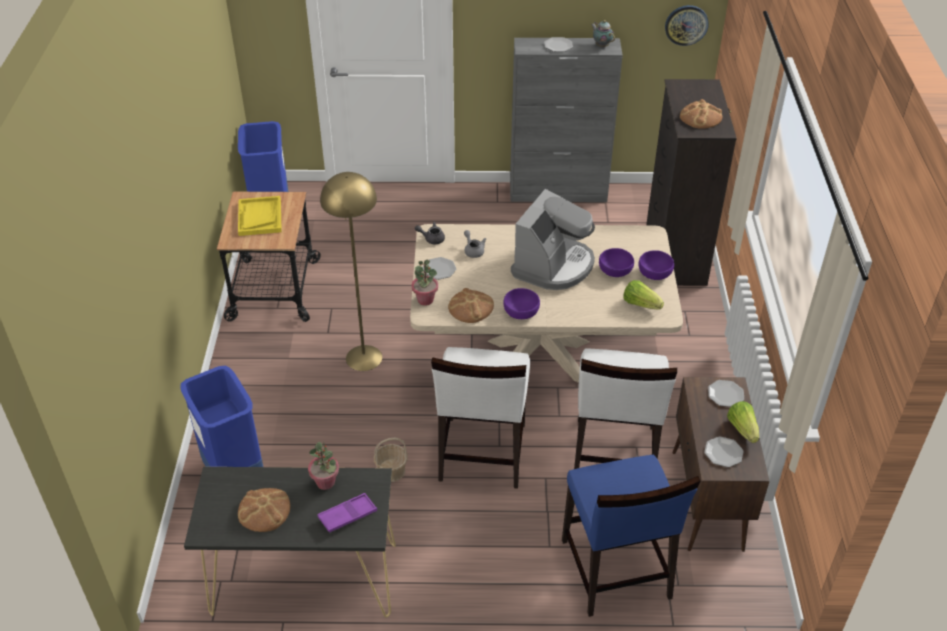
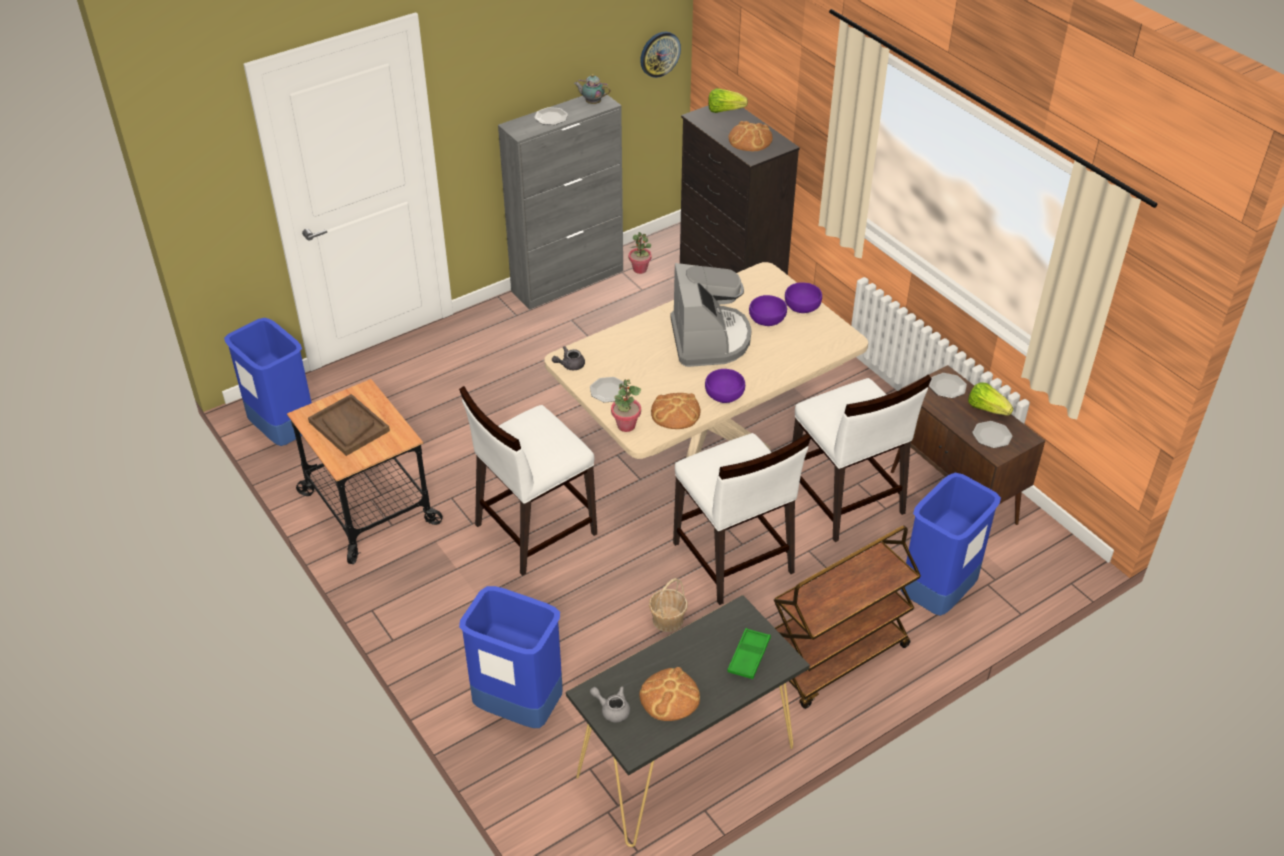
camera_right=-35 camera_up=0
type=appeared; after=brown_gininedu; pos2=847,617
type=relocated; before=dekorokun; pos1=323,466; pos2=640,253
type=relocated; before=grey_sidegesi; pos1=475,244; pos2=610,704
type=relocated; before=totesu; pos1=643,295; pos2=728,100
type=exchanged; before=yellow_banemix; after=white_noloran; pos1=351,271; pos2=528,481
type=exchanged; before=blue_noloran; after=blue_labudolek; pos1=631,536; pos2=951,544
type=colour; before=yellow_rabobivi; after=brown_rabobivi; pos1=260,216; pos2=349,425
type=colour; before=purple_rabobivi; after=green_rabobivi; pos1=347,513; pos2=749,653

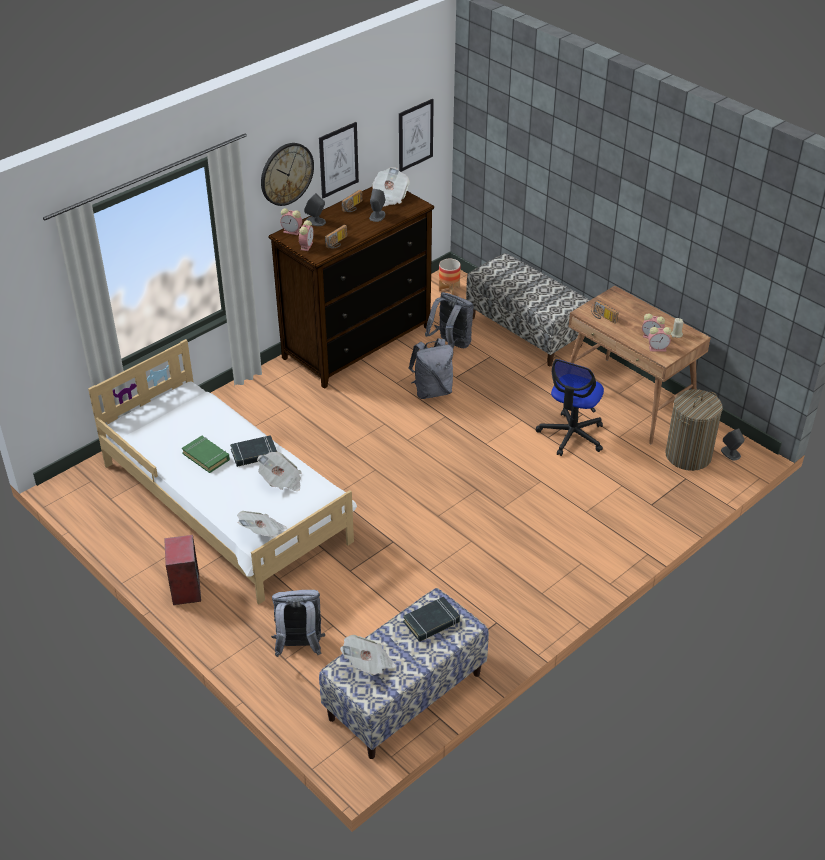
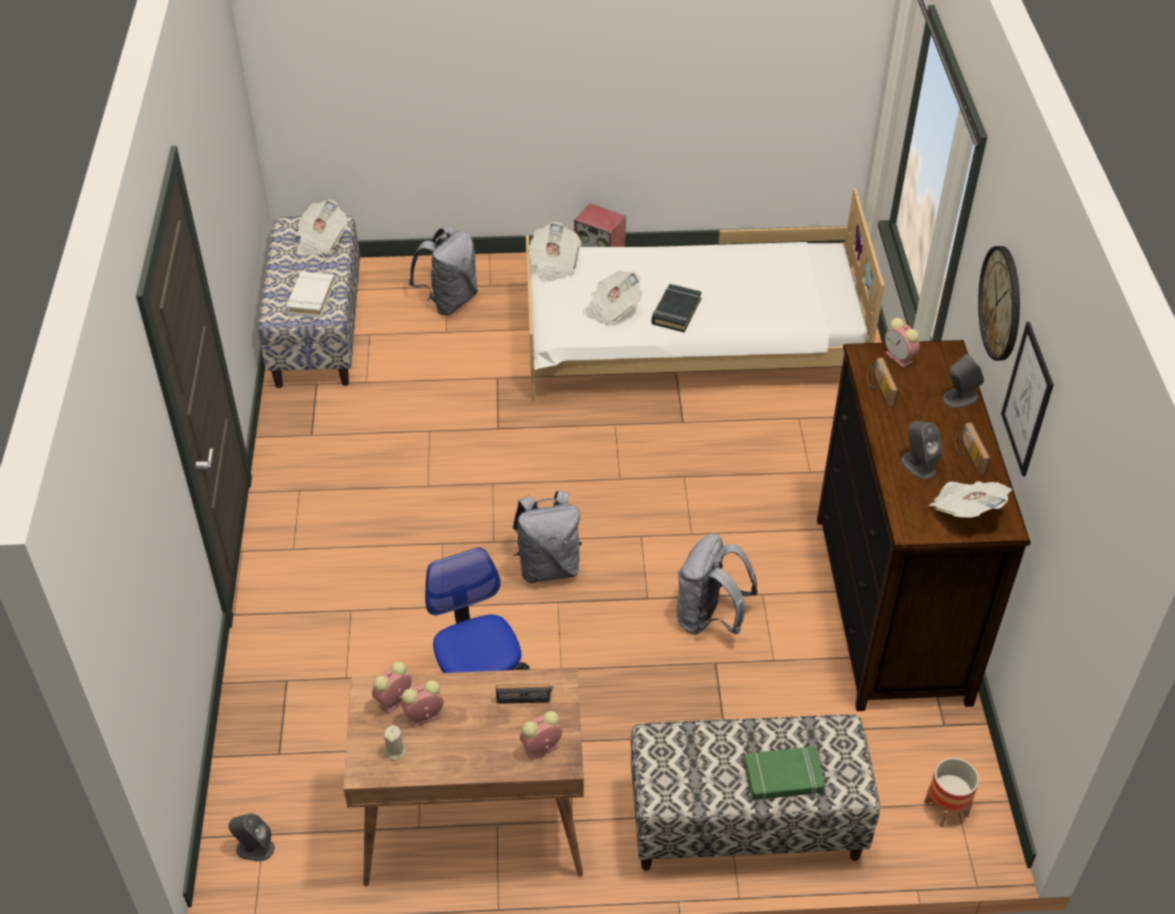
camera_right=130 camera_up=5
type=missing; before=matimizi; pos1=416,135
type=missing; before=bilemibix; pos1=694,430
type=relocated; before=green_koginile; pos1=206,454; pos2=784,773
type=relocated; before=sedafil; pos1=291,221; pos2=541,736
type=relocated; before=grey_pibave; pos1=449,320; pos2=547,536
type=colour; before=black_koginile; after=white_koginile; pos1=431,619; pos2=310,294

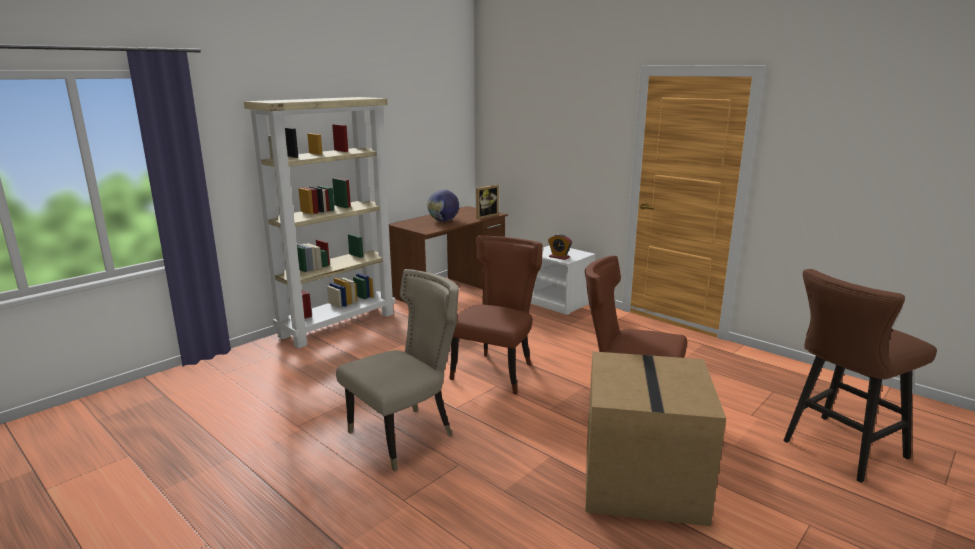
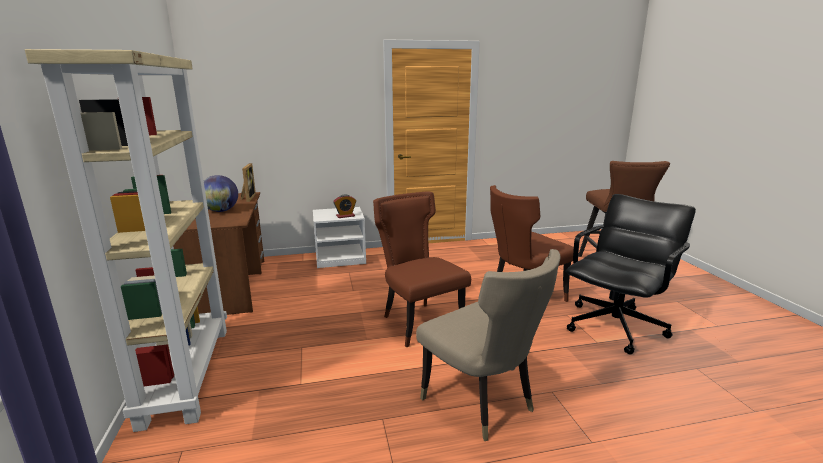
camera_right=-55 camera_up=0
type=exchanged; before=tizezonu; after=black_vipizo; pos1=655,438; pos2=631,274
type=spun; before=beige_noloran; pos1=397,370; pos2=488,345; turn=150

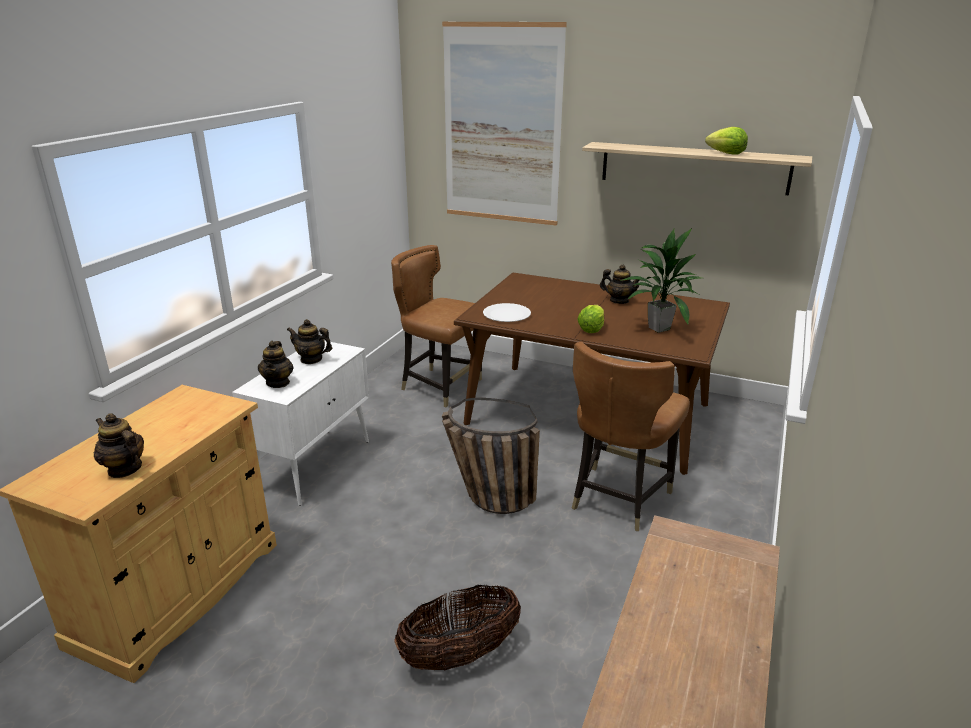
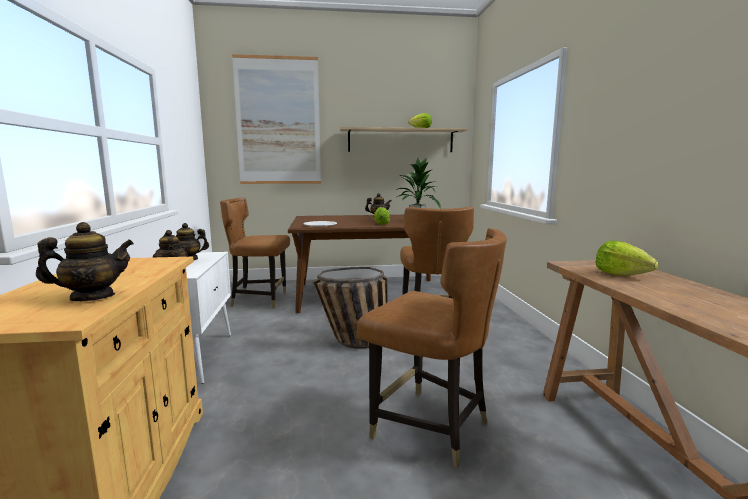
camera_right=-30 camera_up=-15
type=appeared; after=totesu; pos2=626,258
type=exchanged; before=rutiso; after=brown_noloran; pos1=457,627; pos2=432,348
type=spun; before=sidegesi; pos1=119,445; pos2=85,261; turn=150

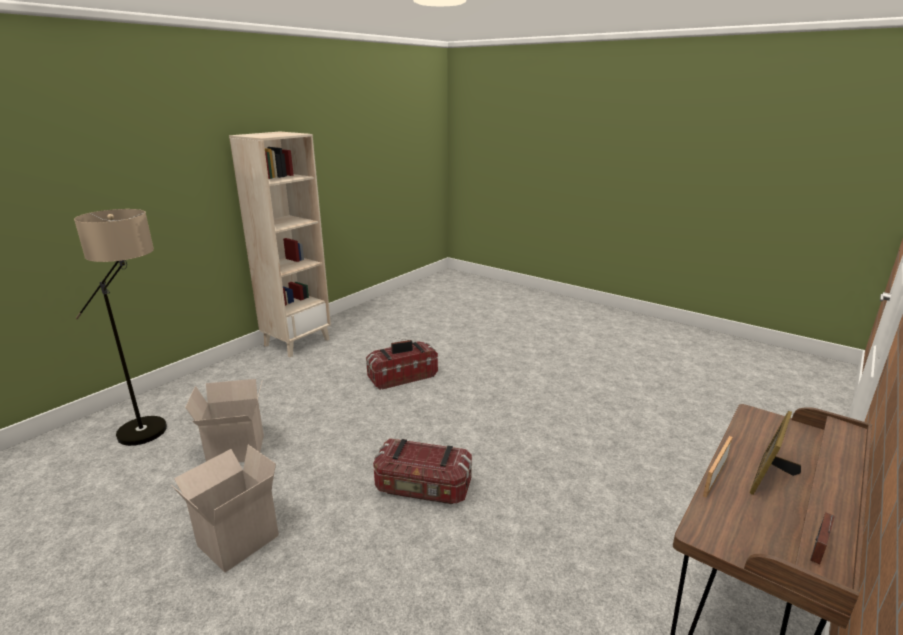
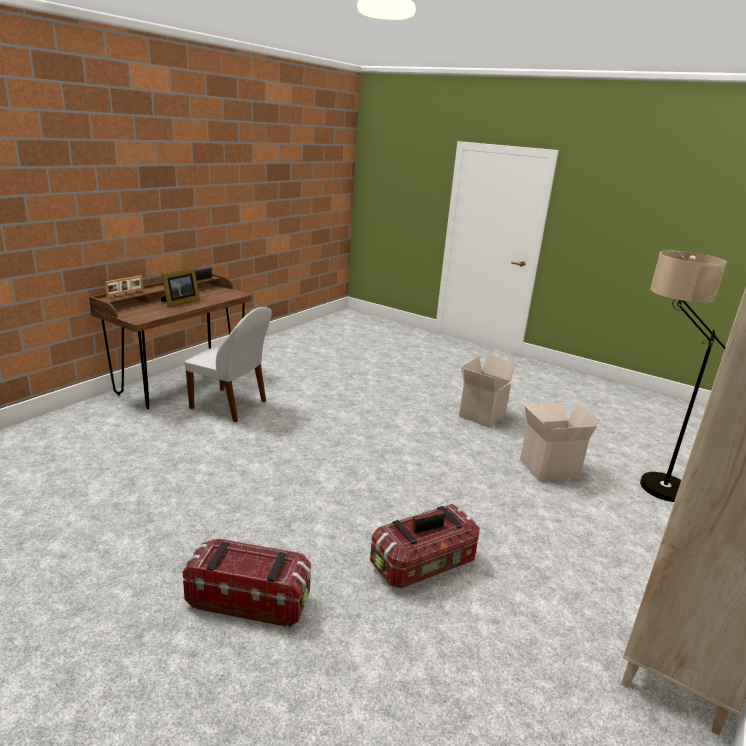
camera_right=175 camera_up=0
type=appeared; after=white_noloran; pos2=228,364
type=relocated; before=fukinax; pos1=422,471; pos2=247,583
type=relocated; before=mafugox; pos1=718,467; pos2=124,286

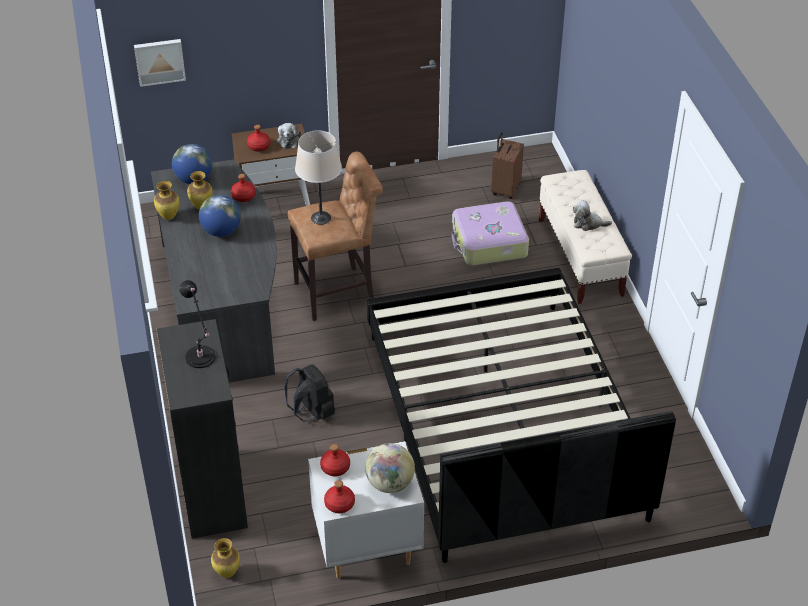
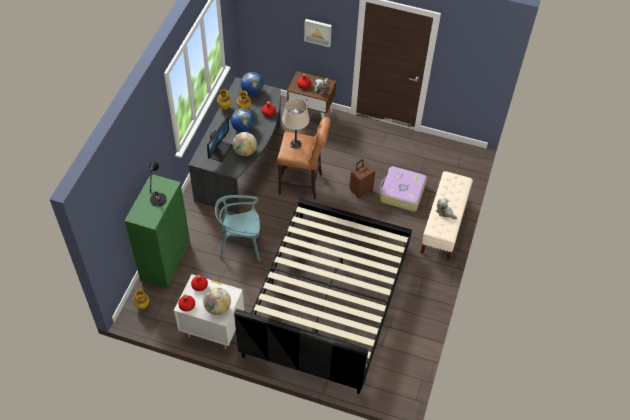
camera_right=30 camera_up=10
type=appeared; after=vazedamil; pos2=220,139
type=appeared; after=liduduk; pos2=245,144
type=relocated; before=matimizi; pos1=160,63; pos2=318,33
type=relocated; before=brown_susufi; pos1=507,165; pos2=362,178
type=exchanged; before=black_pibave; after=turquoise_noloran; pos1=309,393; pos2=237,228
type=colour; before=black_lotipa; after=green_lotipa; pos1=202,429; pos2=157,231

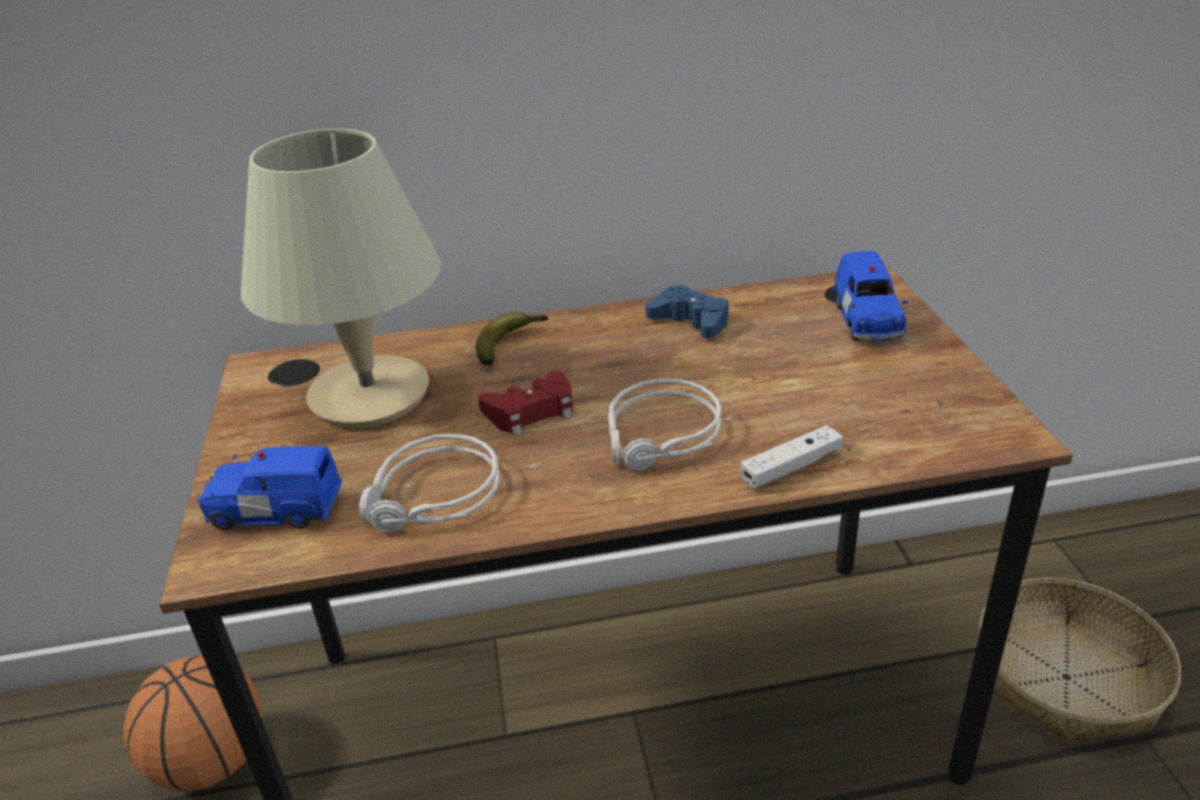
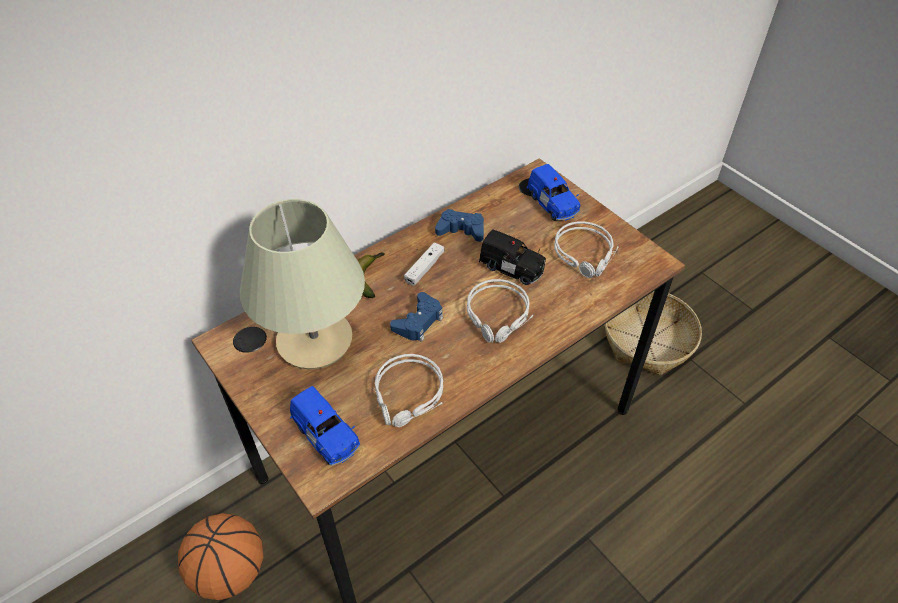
camera_right=-30 camera_up=15
type=appeared; after=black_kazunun; pos2=512,257
type=appeared; after=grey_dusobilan; pos2=586,249
type=relocated; before=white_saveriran; pos1=792,457; pos2=424,264
type=colour; before=red_saveriran; after=blue_saveriran; pos1=525,403; pos2=416,317
type=spun; before=blue_kazunun; pos1=270,488; pos2=325,426; turn=-105

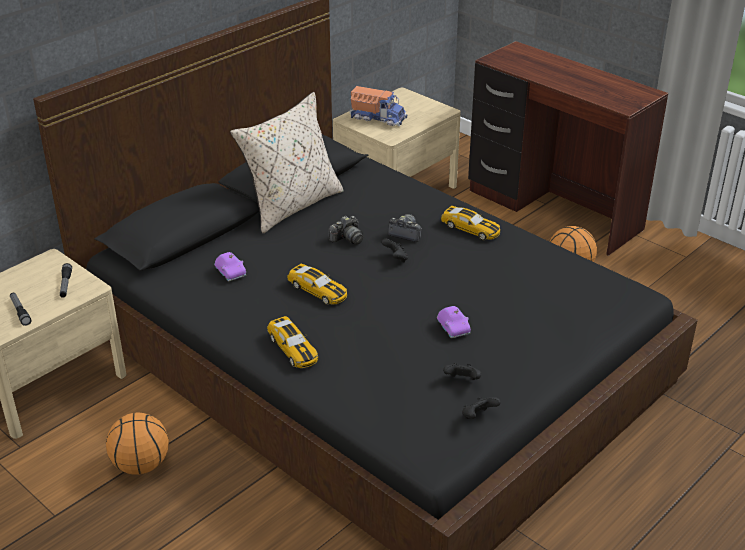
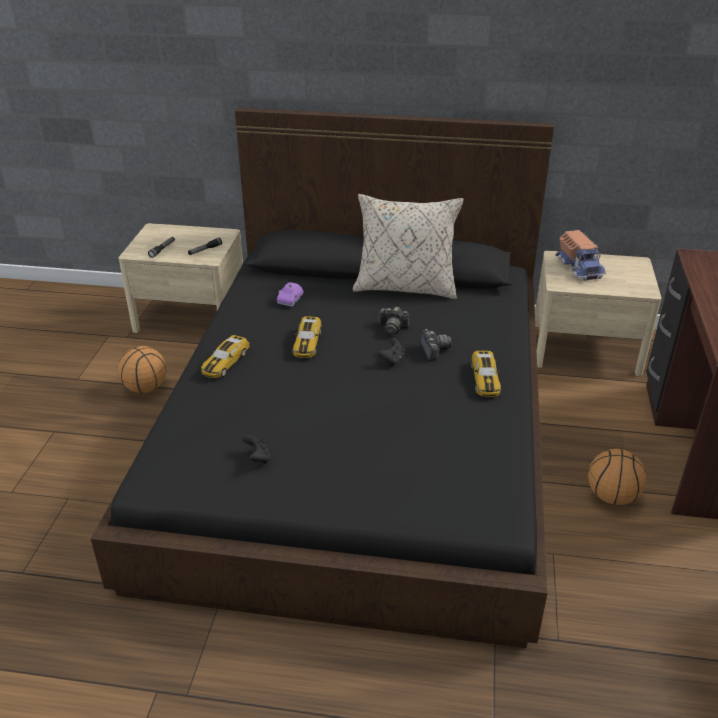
camera_right=55 camera_up=0
type=missing; before=purple_kazunun; pos1=454,322
type=missing; before=black_saveriran; pos1=481,408

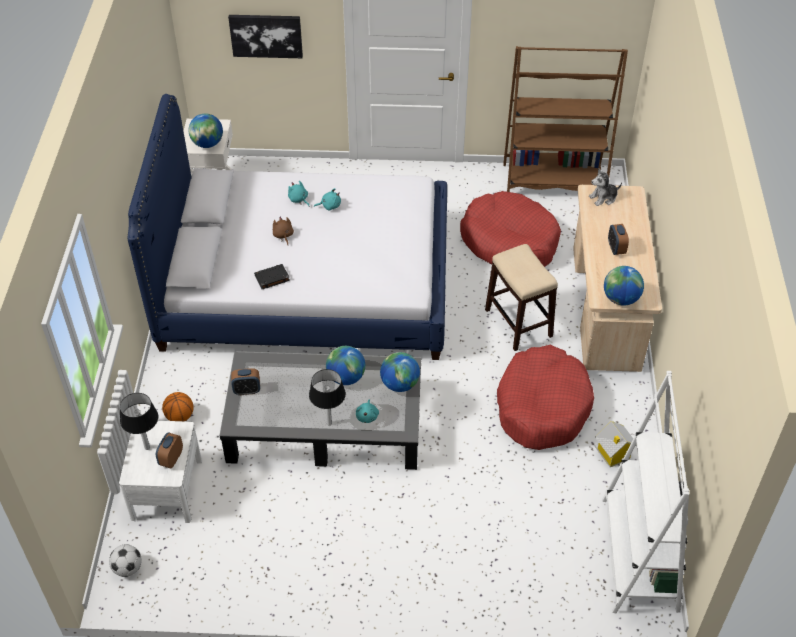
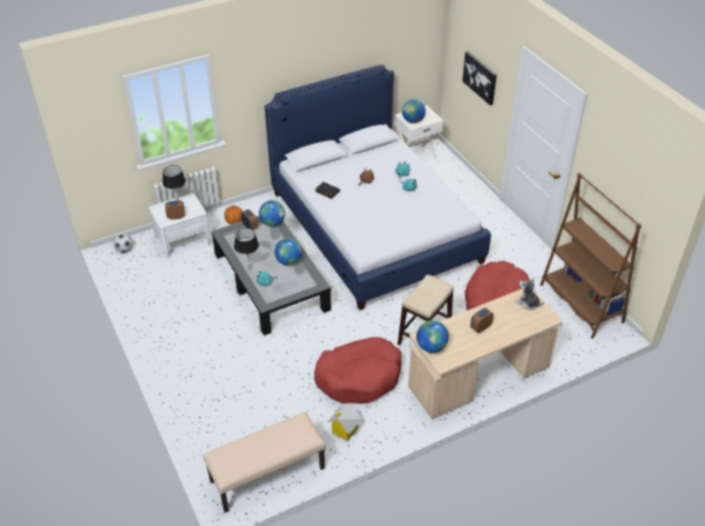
camera_right=60 camera_up=-5
type=relocated; before=liduduk; pos1=400,372; pos2=272,213
type=exchanged; before=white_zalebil; after=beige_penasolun; pos1=645,492; pos2=264,462

